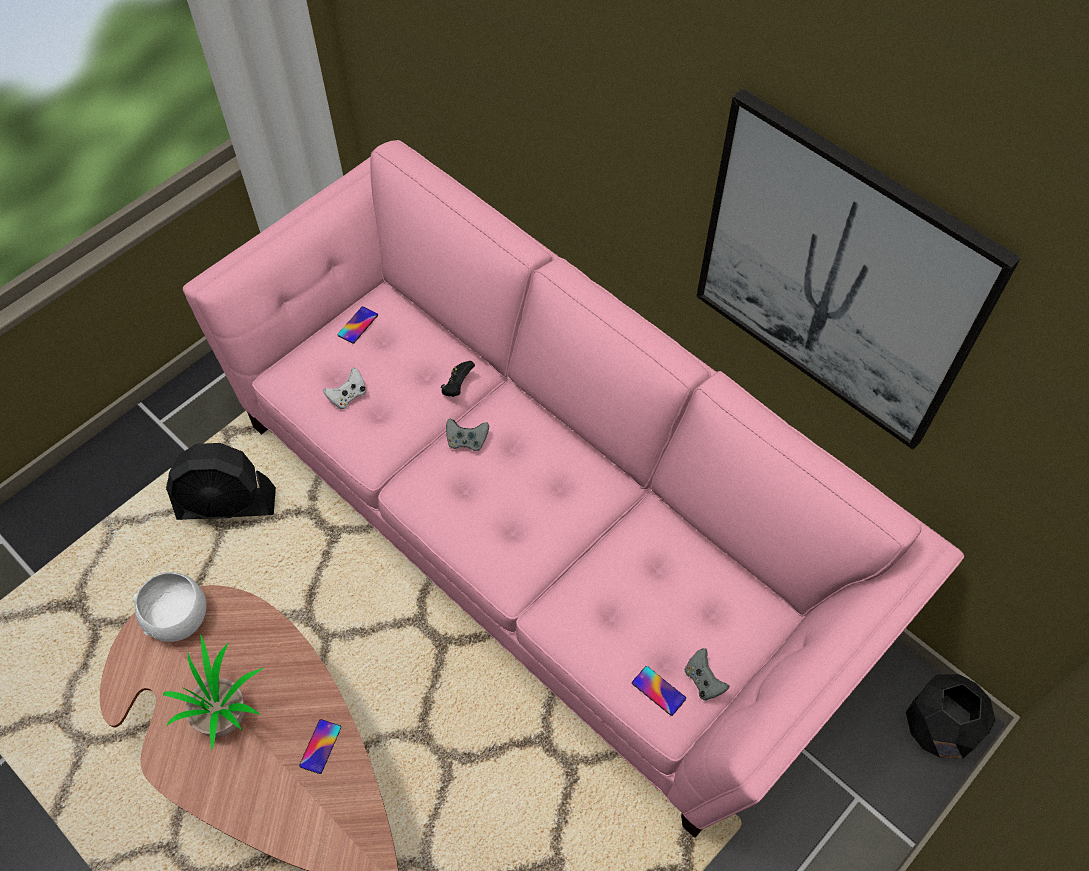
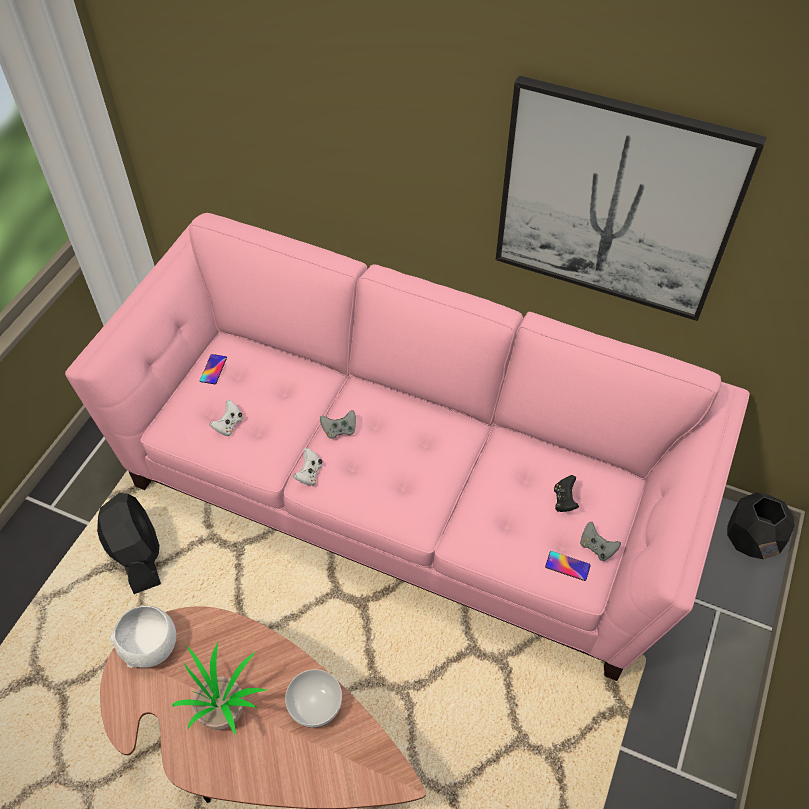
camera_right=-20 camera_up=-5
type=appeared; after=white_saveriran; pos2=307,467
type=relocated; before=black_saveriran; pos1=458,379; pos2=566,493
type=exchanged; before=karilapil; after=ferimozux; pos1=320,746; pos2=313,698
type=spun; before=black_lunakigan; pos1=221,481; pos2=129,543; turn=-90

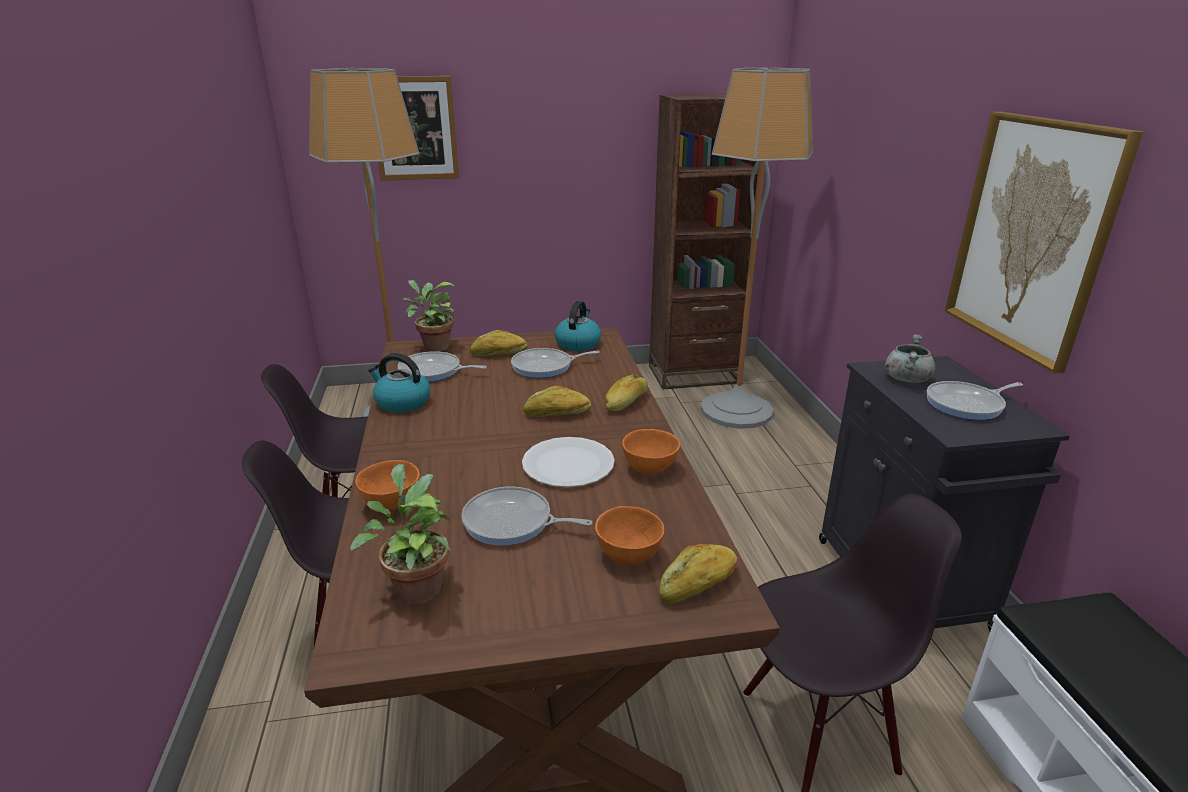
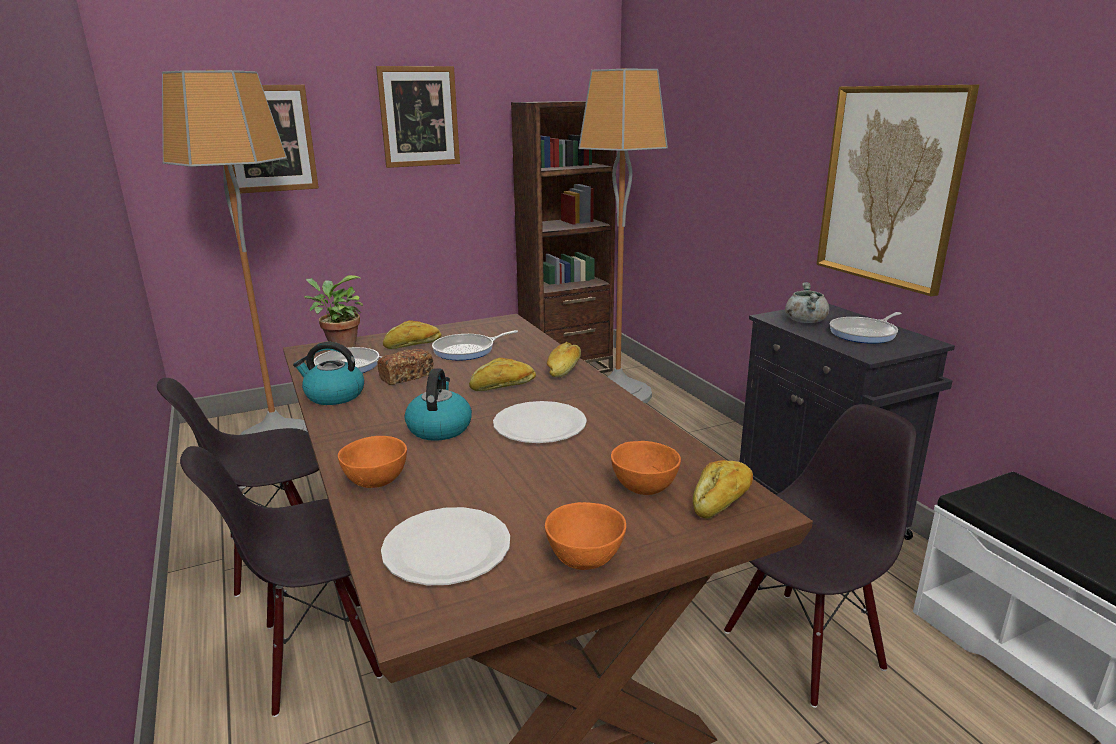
camera_right=-15 camera_up=-5
type=missing; before=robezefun; pos1=527,515
type=appeared; after=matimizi; pos2=418,117
type=appeared; after=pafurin; pos2=405,367
type=relocated; before=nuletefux; pos1=578,326; pos2=438,404
type=relocated; before=orange_ferimozux; pos1=651,451; pos2=585,536
type=exchanged; before=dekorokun; after=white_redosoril; pos1=401,534; pos2=445,546

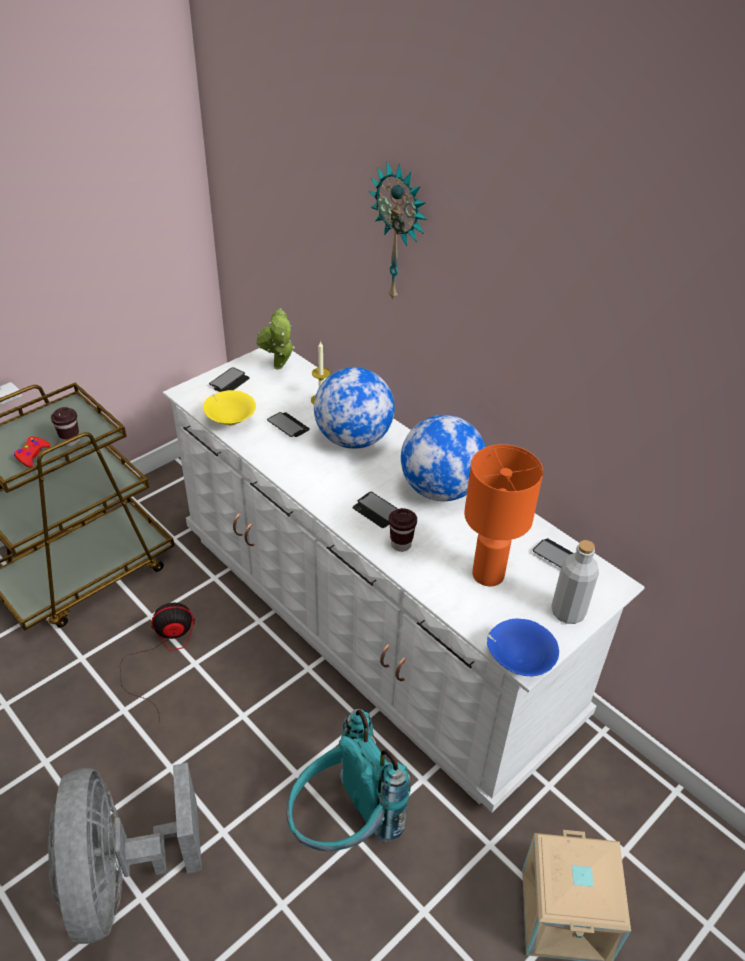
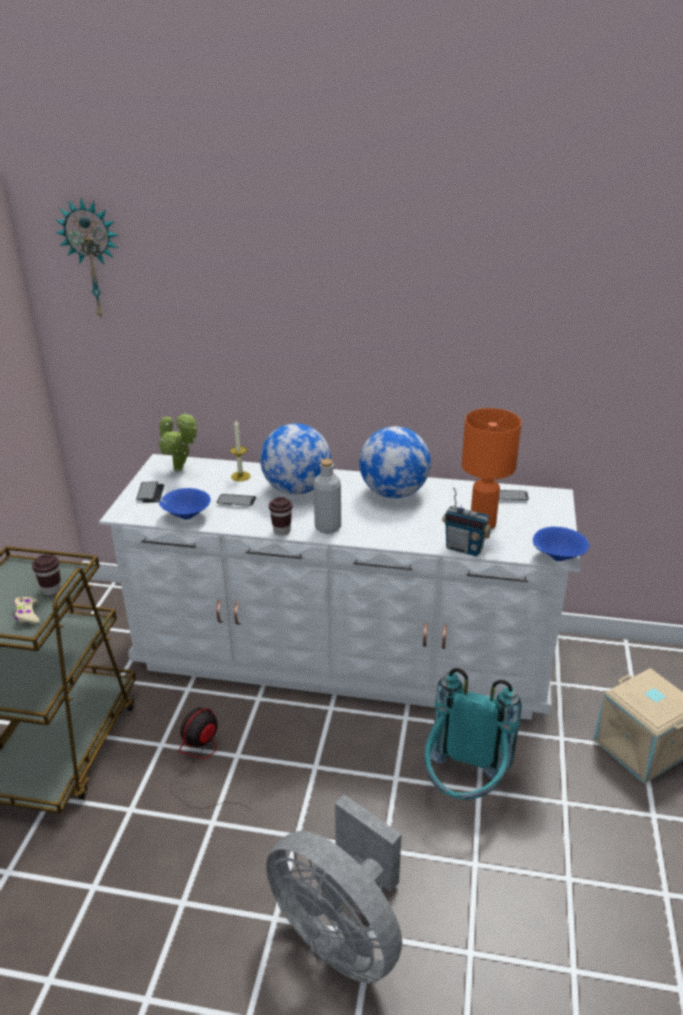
camera_right=-35 camera_up=-10
type=missing; before=karilapil; pos1=375,510
type=appeared; after=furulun; pos2=466,521
type=relocated; before=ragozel; pos1=398,232; pos2=86,259
type=relocated; before=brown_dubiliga; pos1=403,530; pos2=281,516
type=relocated; before=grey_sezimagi; pos1=575,582; pos2=327,496
type=colour; before=red_saveriran; after=beige_saveriran; pos1=32,452; pos2=27,610
type=colour; before=yellow_ferimozux; after=blue_ferimozux; pos1=229,408; pos2=185,504

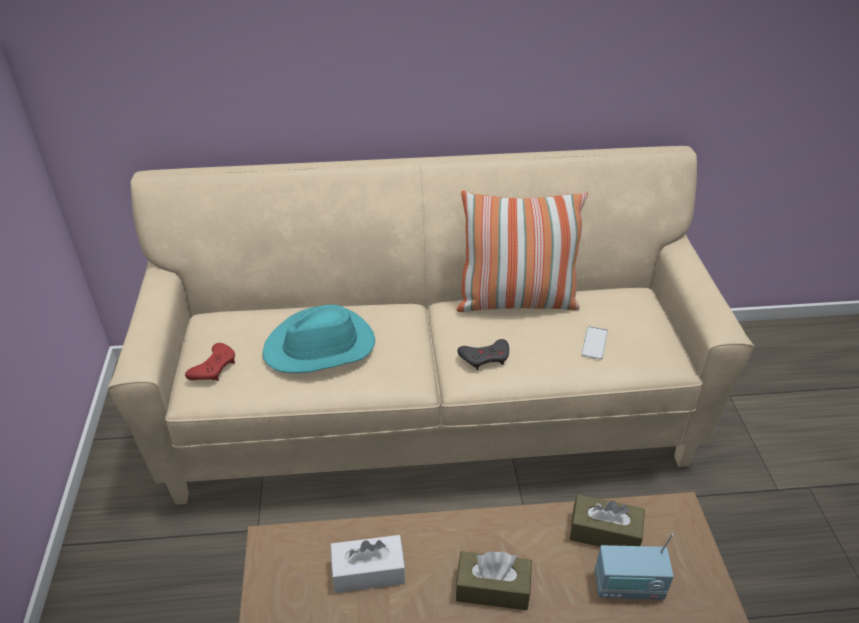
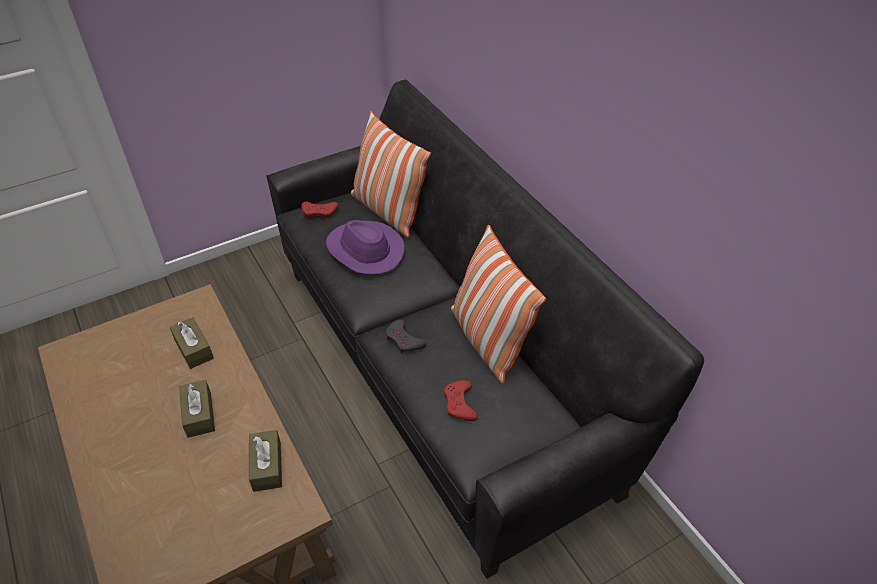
camera_right=65 camera_up=5
type=missing; before=furulun; pos1=634,567
type=appeared; after=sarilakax; pos2=391,174
type=exchanged; before=karilapil; after=red_saveriran; pos1=595,342; pos2=461,400
type=colour; before=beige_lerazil; after=black_lerazil; pos1=430,325; pos2=485,329
type=colour; before=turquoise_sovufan; after=purple_sovufan; pos1=319,338; pos2=365,247
type=colour; before=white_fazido; after=brown_fazido; pos1=368,564; pos2=192,343

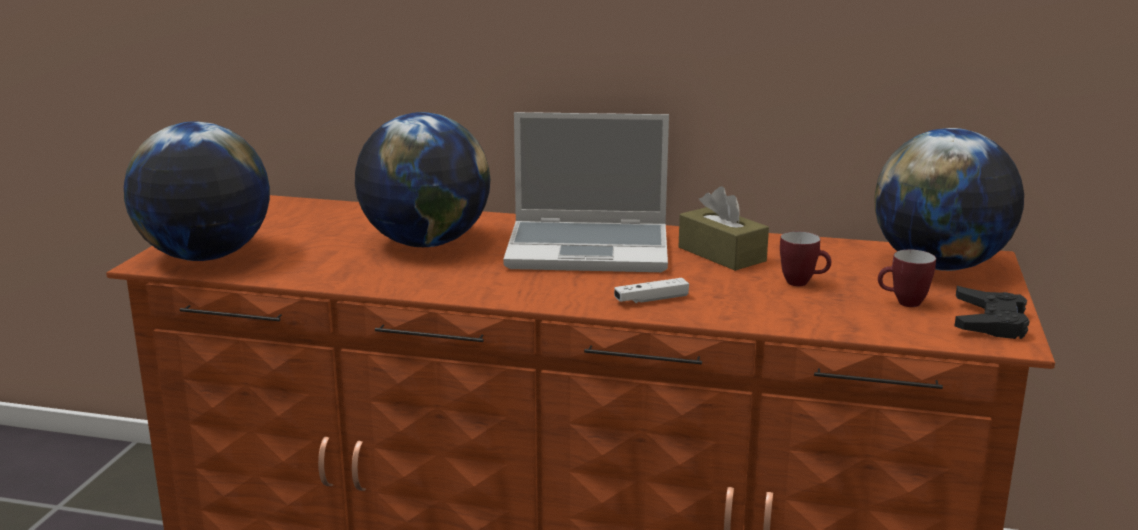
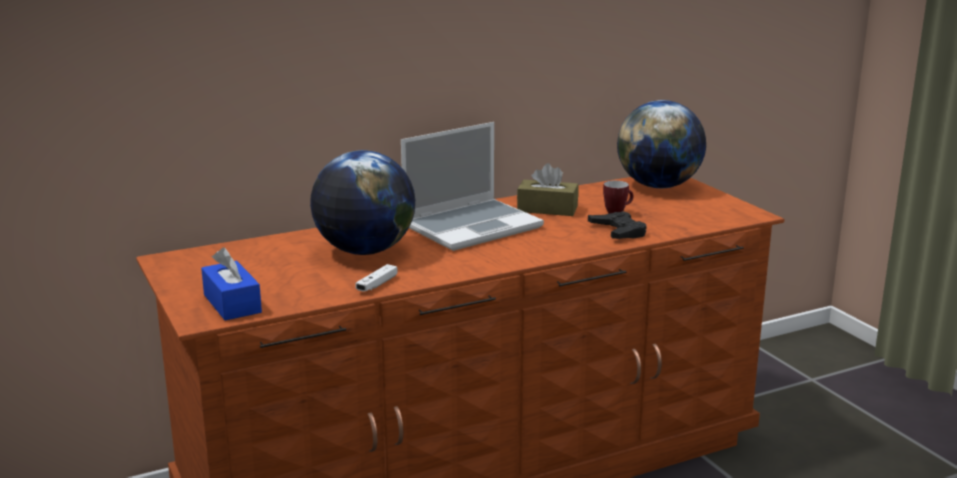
camera_right=-40 camera_up=0
type=missing; before=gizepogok; pos1=907,278
type=relocated; before=white_saveriran; pos1=651,290; pos2=376,278
type=relocated; before=black_saveriran; pos1=992,312; pos2=617,225
type=exchanged; before=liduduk; after=blue_fazido; pos1=197,191; pos2=231,283

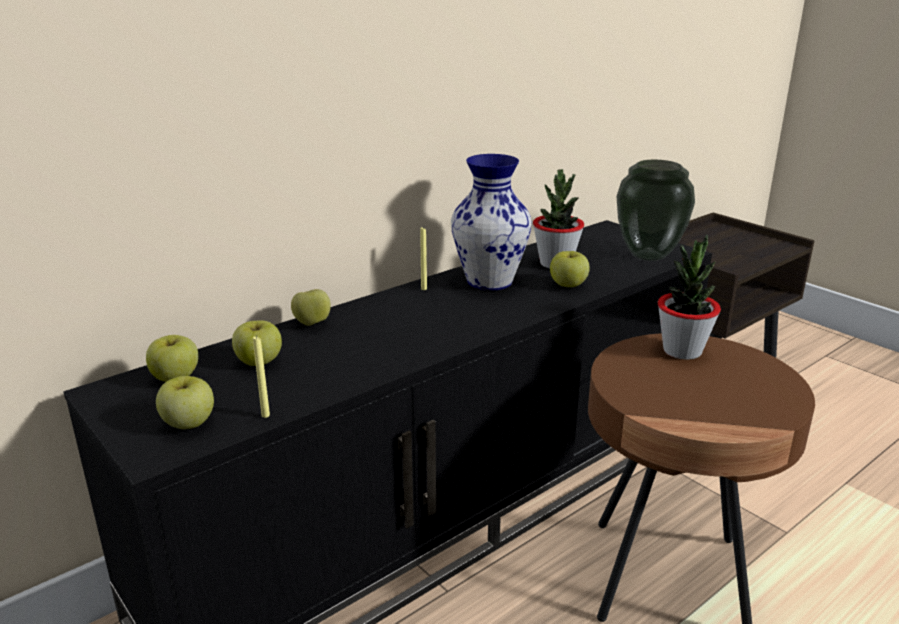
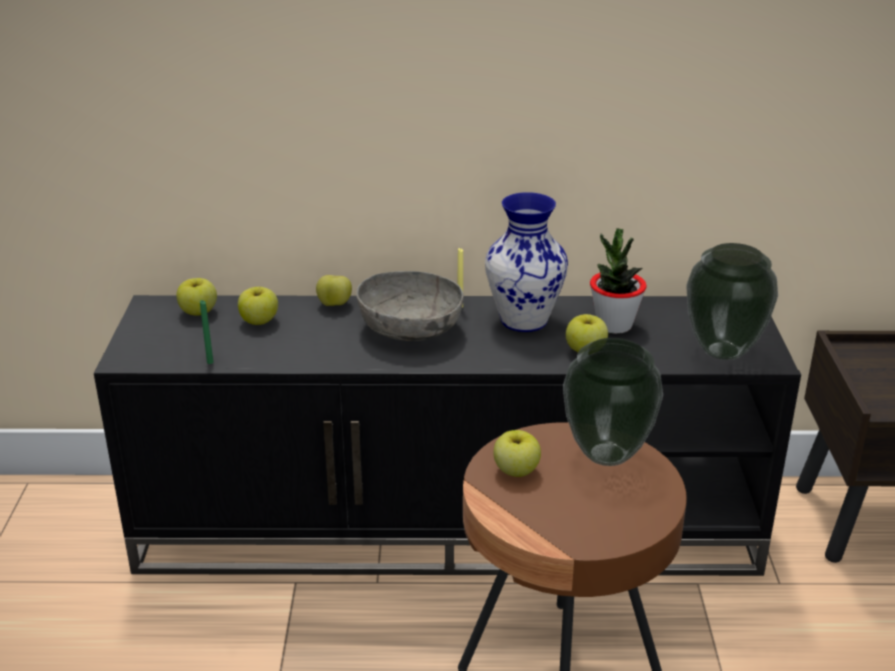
camera_right=40 camera_up=5
type=appeared; after=grey_ferimozux; pos2=410,306
type=relocated; before=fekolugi; pos1=185,402; pos2=517,453
type=exchanged; before=dekorokun; after=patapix; pos1=689,297; pos2=613,402
type=colour; before=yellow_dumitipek; after=green_dumitipek; pos1=261,377; pos2=206,332

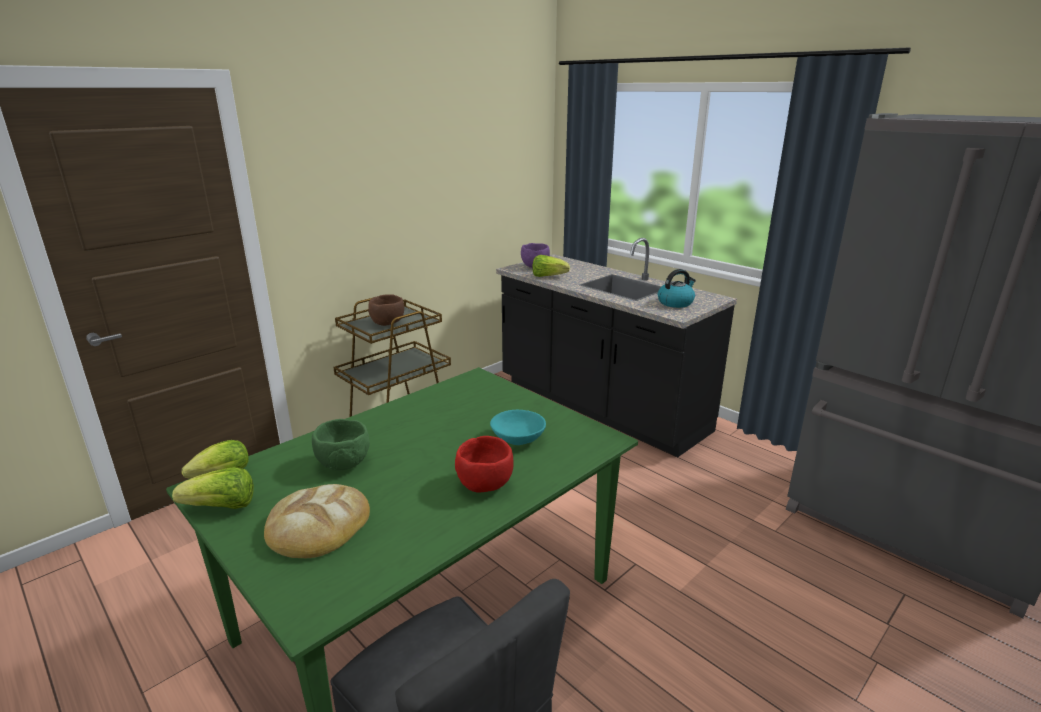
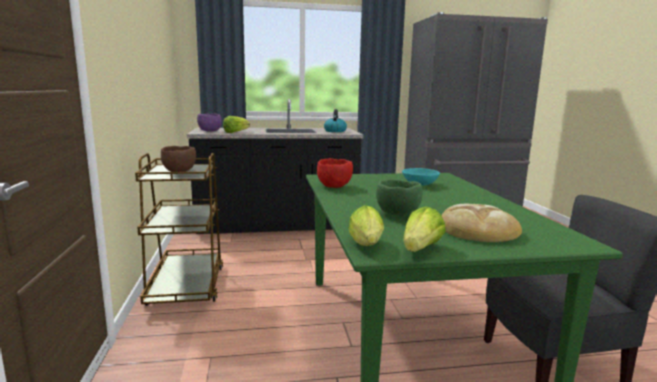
camera_right=-55 camera_up=-10
type=relocated; before=red_ferimozux; pos1=484,464; pos2=335,173

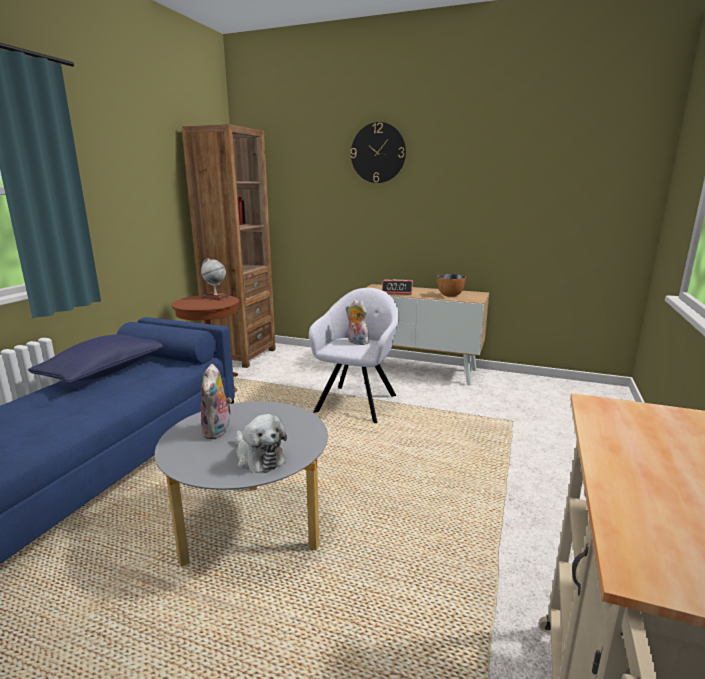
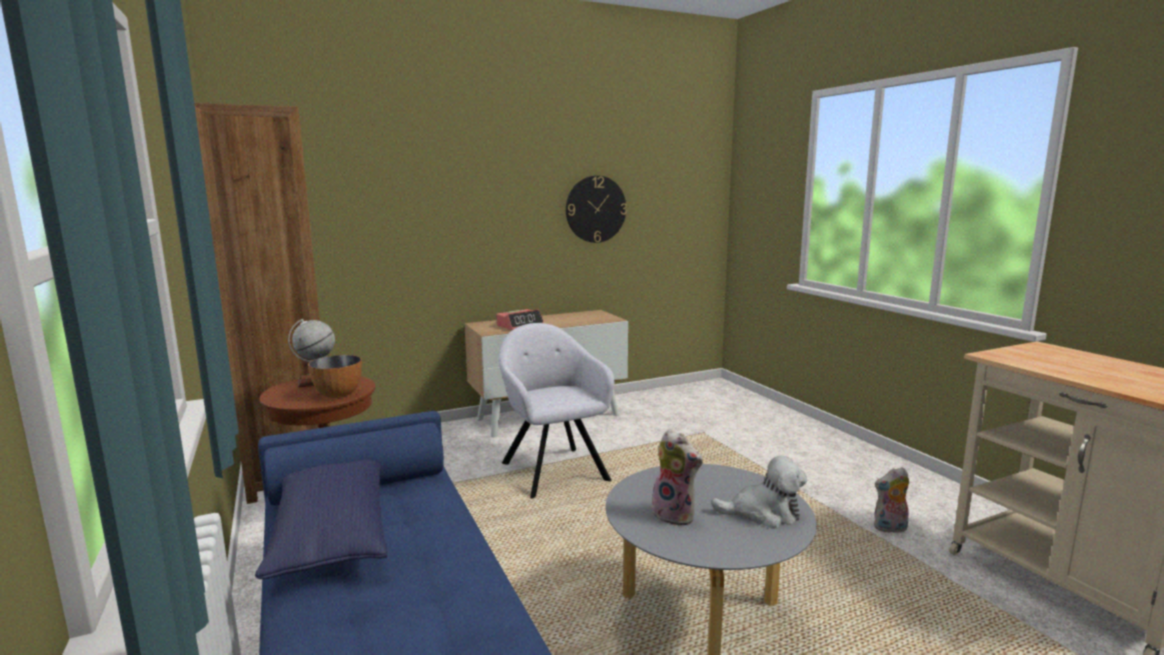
camera_right=-45 camera_up=-5
type=relocated; before=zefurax; pos1=357,322; pos2=891,500
type=relocated; before=ragozel; pos1=378,152; pos2=596,209
type=relocated; before=ferimozux; pos1=451,285; pos2=335,376

